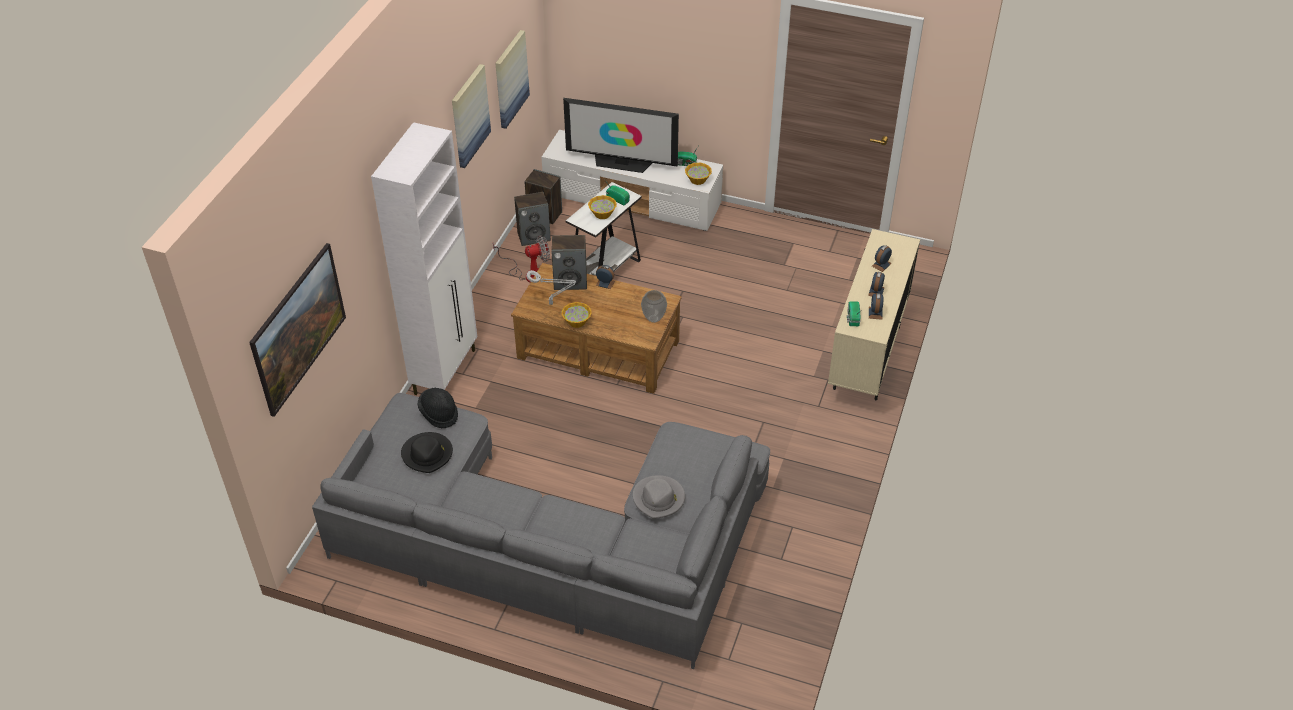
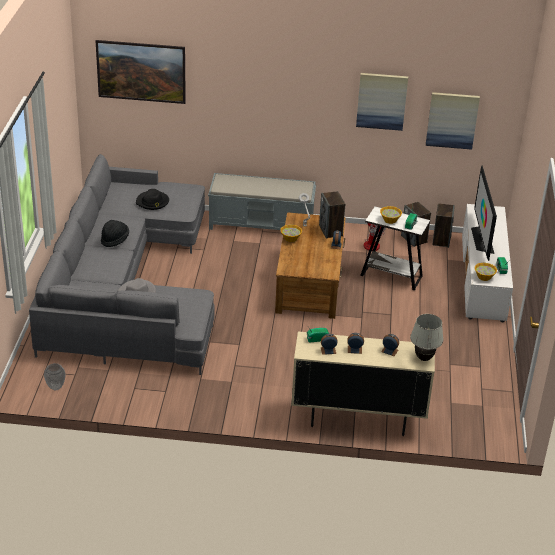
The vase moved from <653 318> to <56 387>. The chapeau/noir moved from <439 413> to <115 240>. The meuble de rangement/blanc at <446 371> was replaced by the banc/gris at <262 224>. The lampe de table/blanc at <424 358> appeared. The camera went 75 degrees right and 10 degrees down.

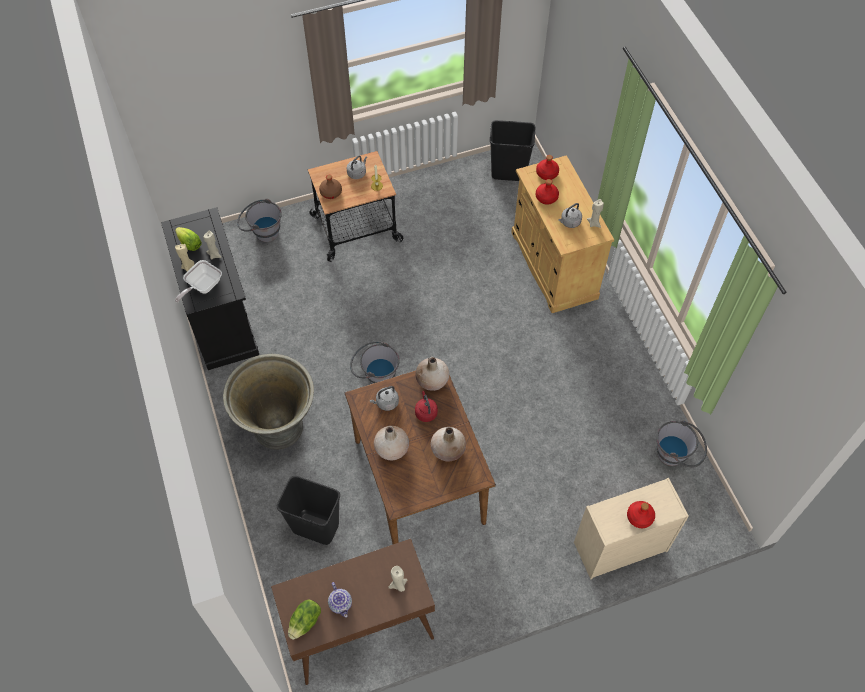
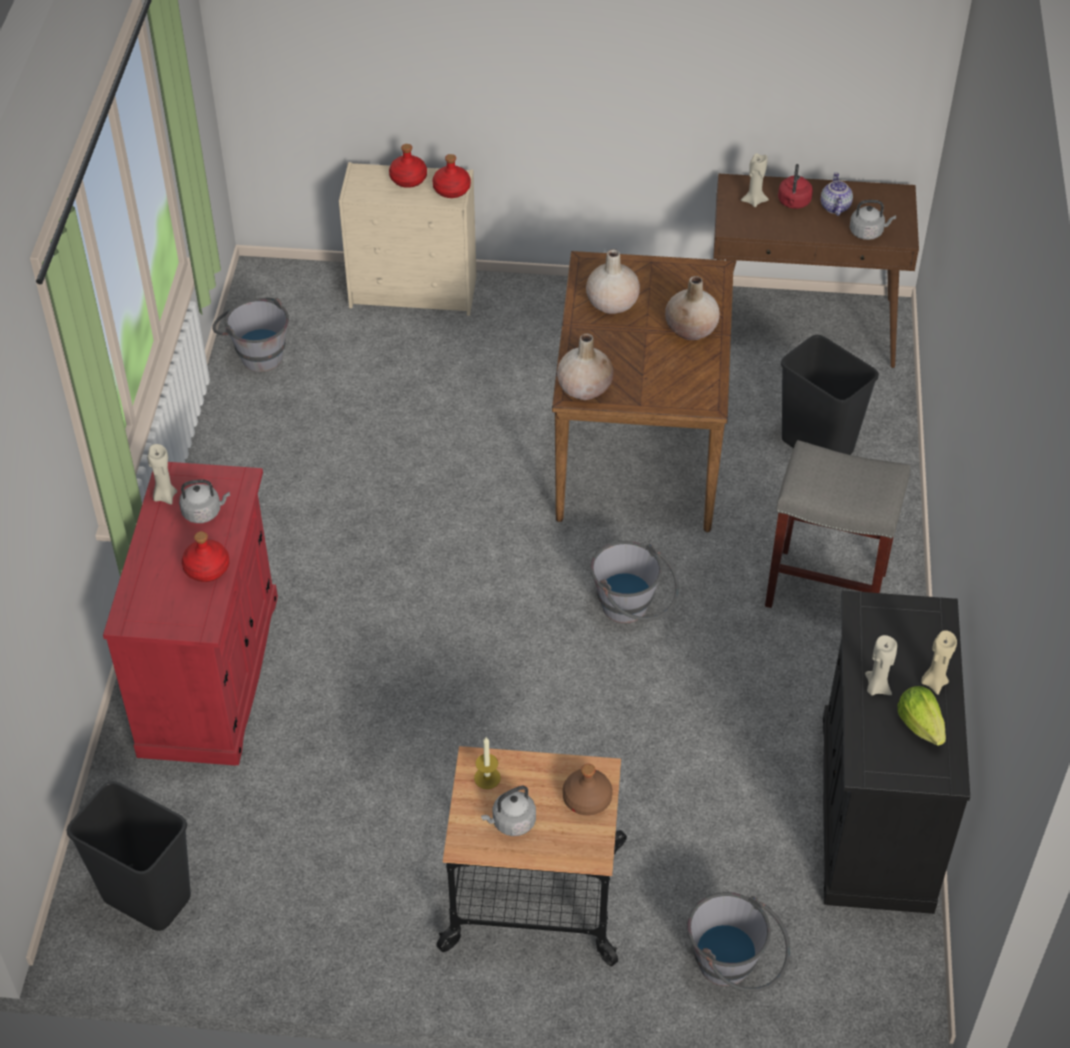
The meuble de rangement/beige at <553 265> became the meuble de rangement/rouge at <210 674>. The bouteille/rouge moved from <547 174> to <452 189>. The cache-pot/gris at <279 428> was replaced by the tabouret/gris at <827 588>. The bouilloire/rouge moved from <426 412> to <793 203>. The bouilloire/gris moved from <386 403> to <868 232>. The poêle at <202 287> disappeared. The laitue at <305 622> disappeared. The camera went 155 degrees left and 10 degrees down.

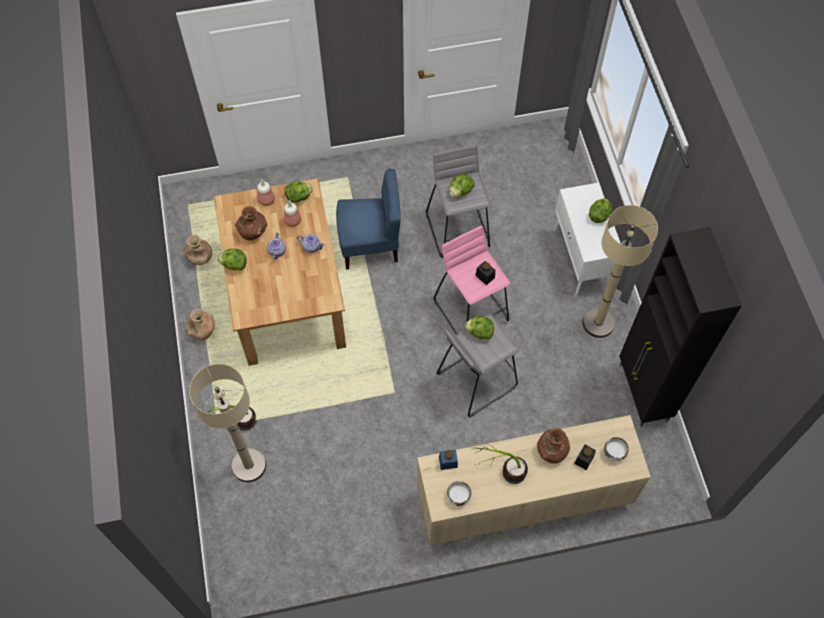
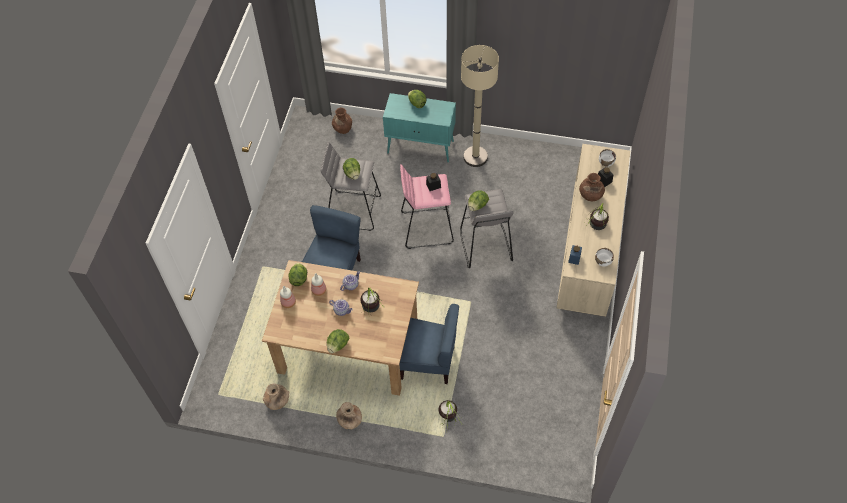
The vase/marron moved from <253 231> to <342 128>. The plante en pot at <372 314> appeared. The meuble de rangement/blanc at <581 261> became the meuble de rangement/turquoise at <421 147>. The chaise/bleu at <428 362> appeared. The lampadaire/beige at <249 465> disappeared. The meuble de rangement/noir at <643 393> disappeared. The camera went 65 degrees left and 5 degrees down.

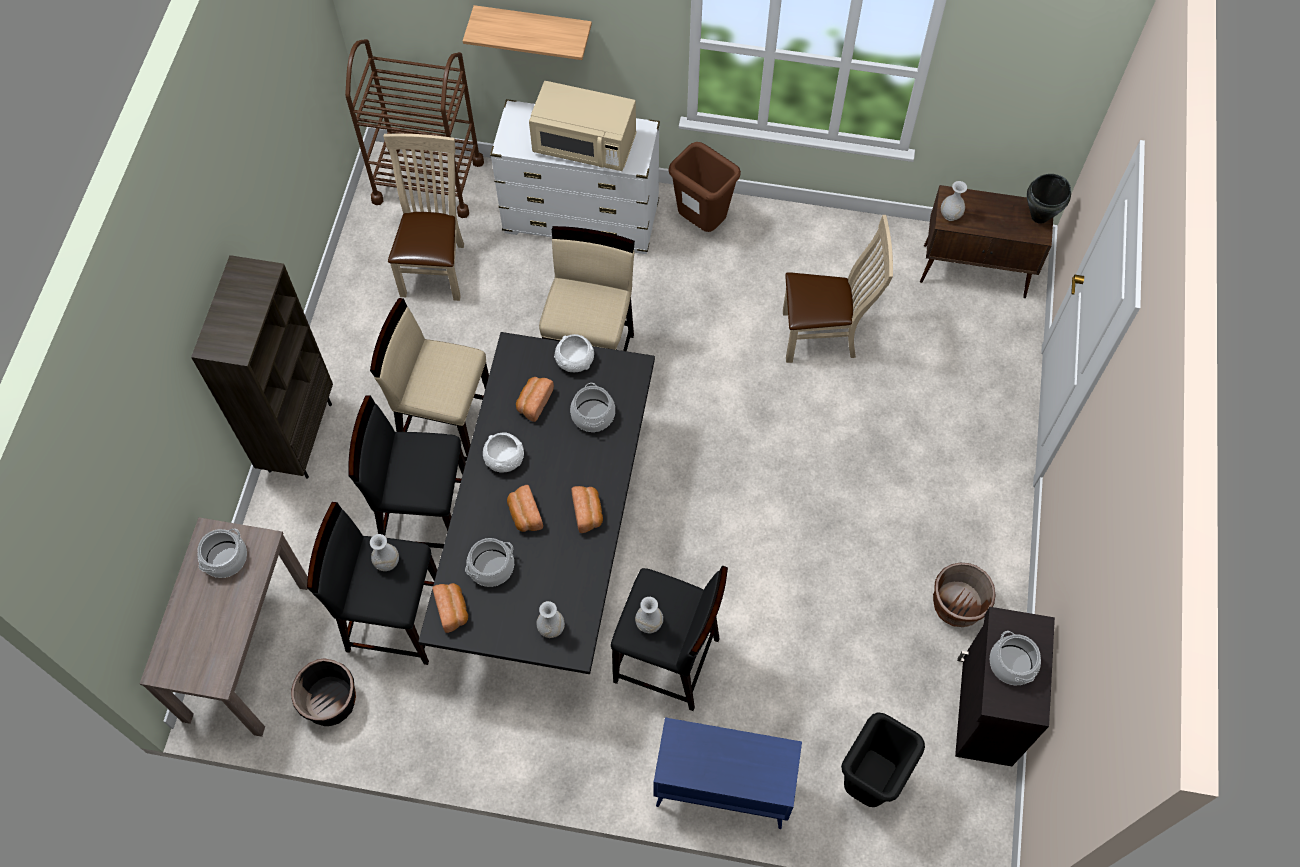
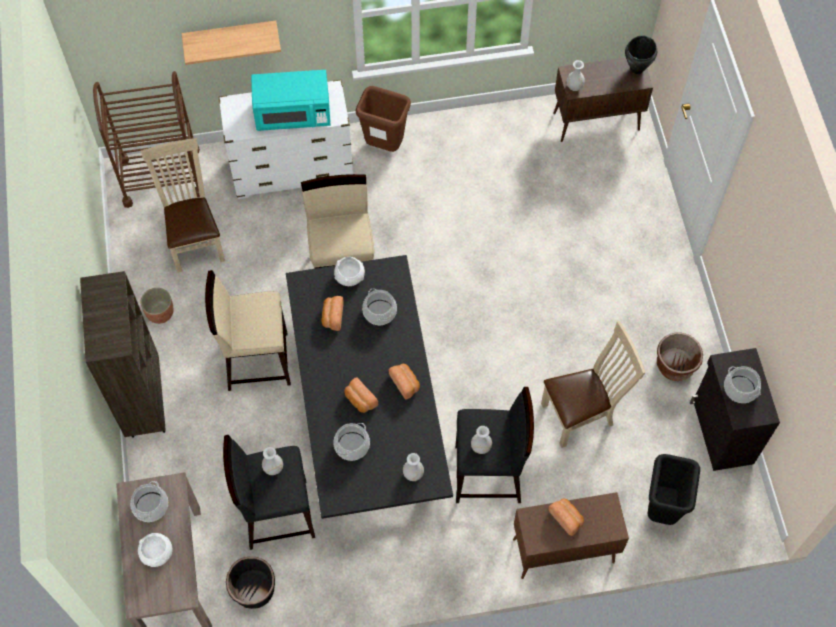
The bol/blanc moved from <504 458> to <157 553>. The cache-pot at <160 313> appeared. The micro-ondes/beige at <584 145> became the micro-ondes/turquoise at <293 114>. The meuble de rangement/bleu at <721 790> became the meuble de rangement/marron at <562 551>. The chaise/beige moved from <824 336> to <582 414>. The pain moved from <453 610> to <566 518>. The tabouret/noir at <426 518> disappeared. The camera went 20 degrees left and 0 degrees up.

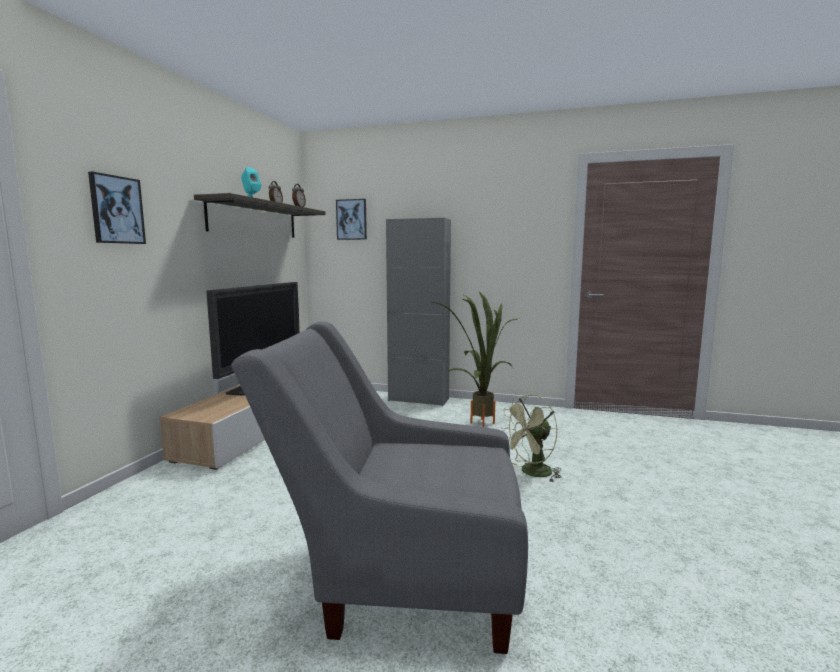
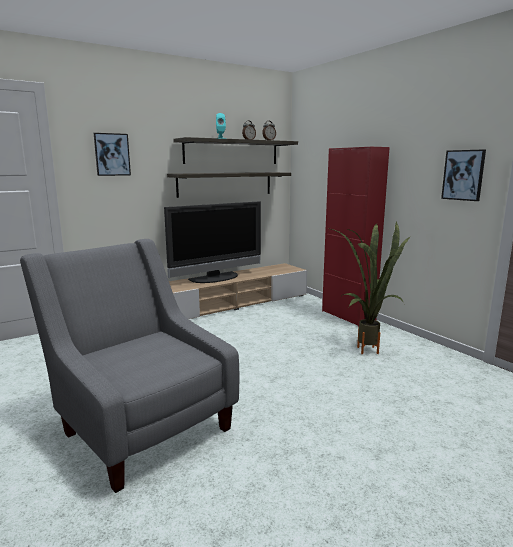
The étagère at <225 184> appeared. The meuble de rangement/gris at <418 399> became the meuble de rangement/rouge at <348 316>. The tableau moved from <351 219> to <463 175>. The ventilateur/vert at <532 473> disappeared. The camera went 40 degrees right and 5 degrees up.

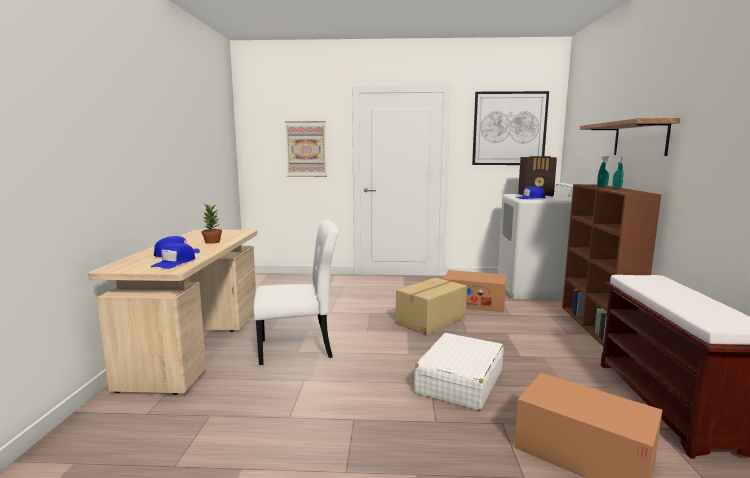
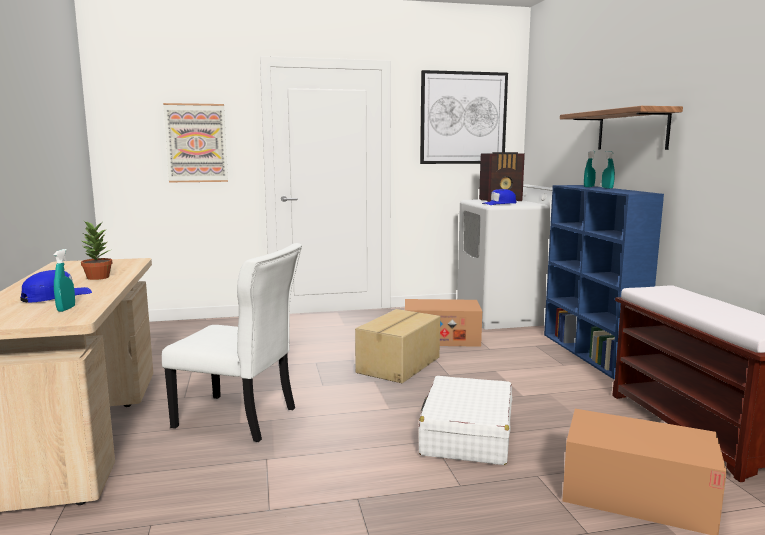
The casquette/bleu at <174 263> was replaced by the vaporisateur/turquoise at <66 309>. The chaise/blanc at <299 348> turned 45 degrees clockwise. The bibliothèque/marron at <597 327> became the bibliothèque/bleu at <591 354>. The camera went 15 degrees left and 0 degrees up.

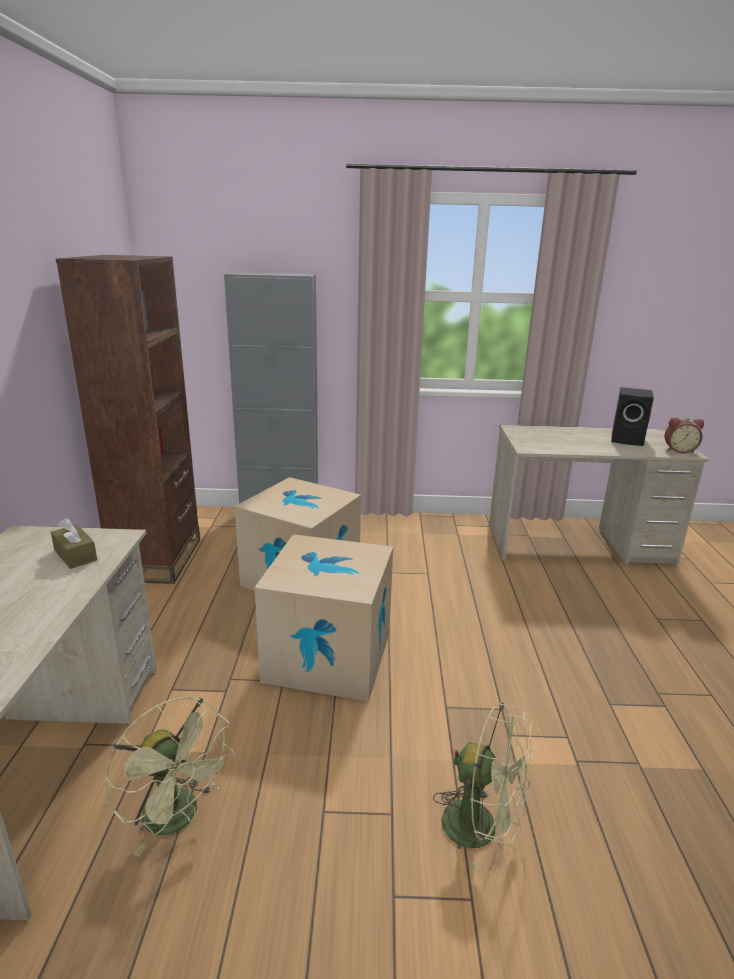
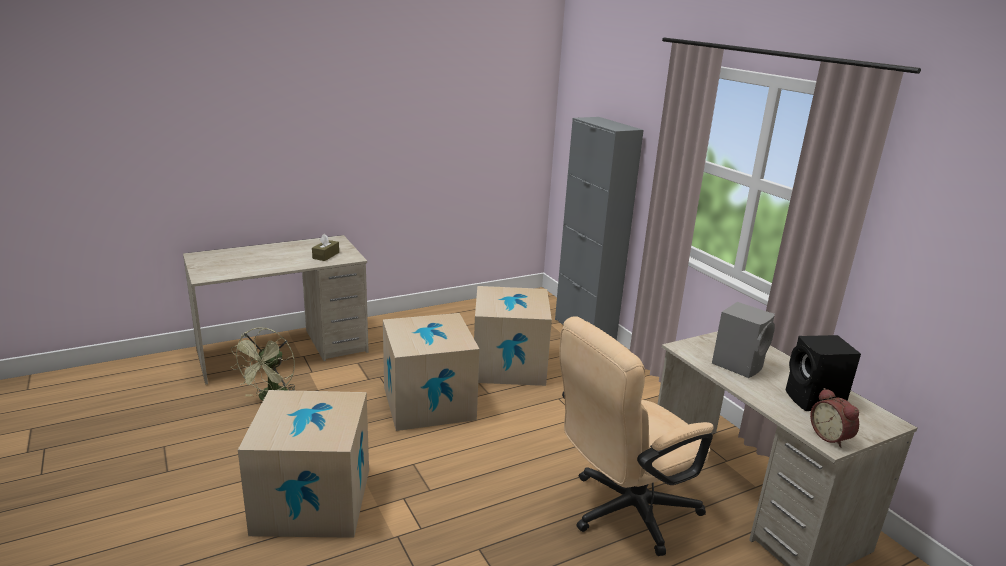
The ventilateur/vert at <482 828> was replaced by the carton at <312 501>. The chaise de bureau/beige at <622 512> appeared. The enceinte/gris at <738 364> appeared. The bibliothèque/marron at <158 559> disappeared. The camera went 60 degrees right and 0 degrees up.

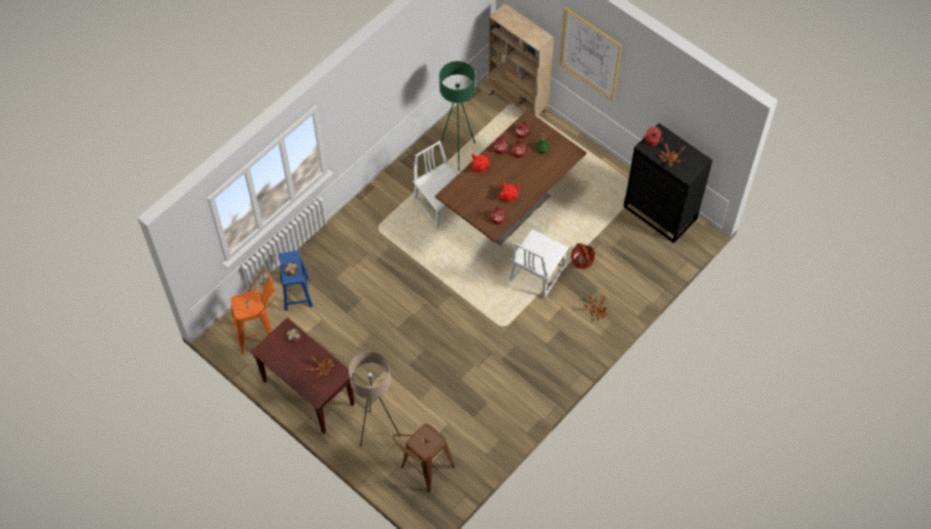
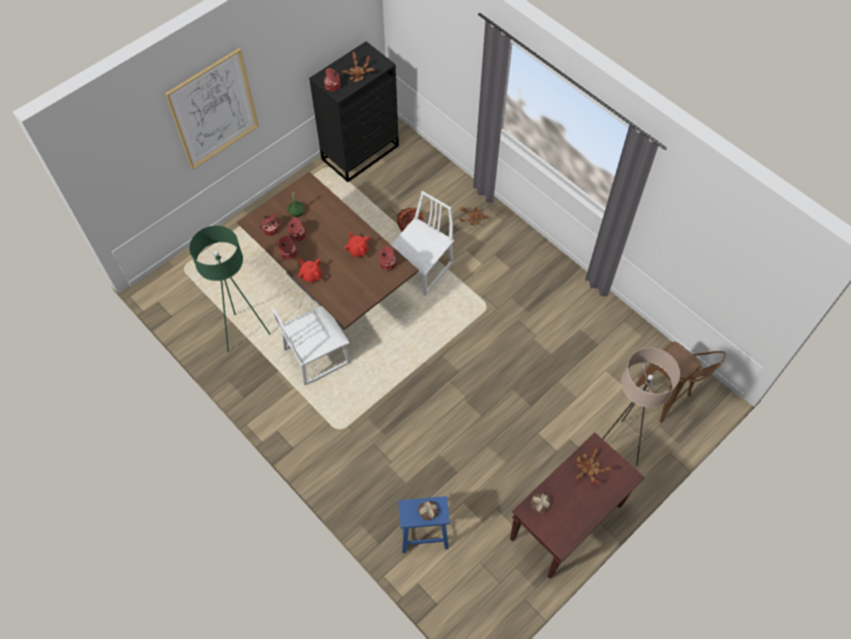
The chaise/blanc at <536 273> turned 90 degrees counterclockwise. The tabouret/orange at <260 332> disappeared. The bibliothèque/beige at <517 103> disappeared. The camera went 85 degrees left and 0 degrees up.

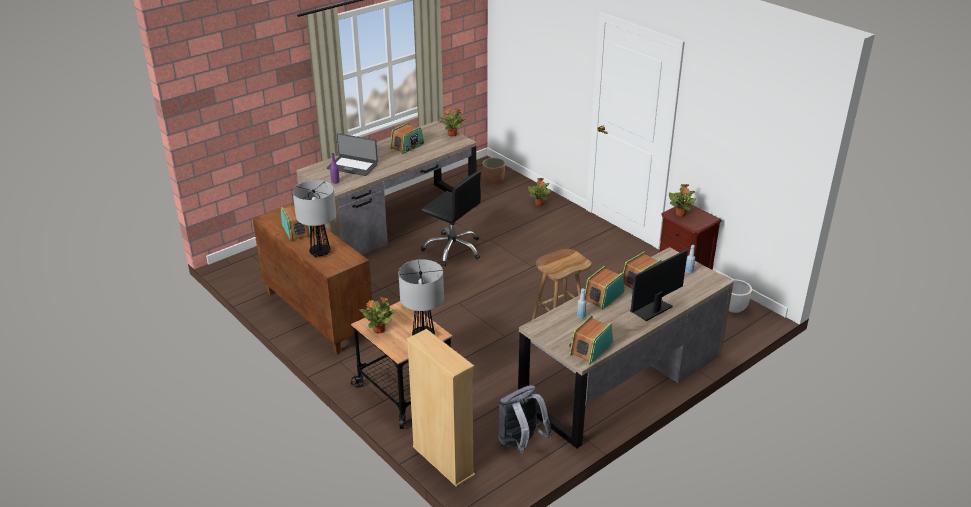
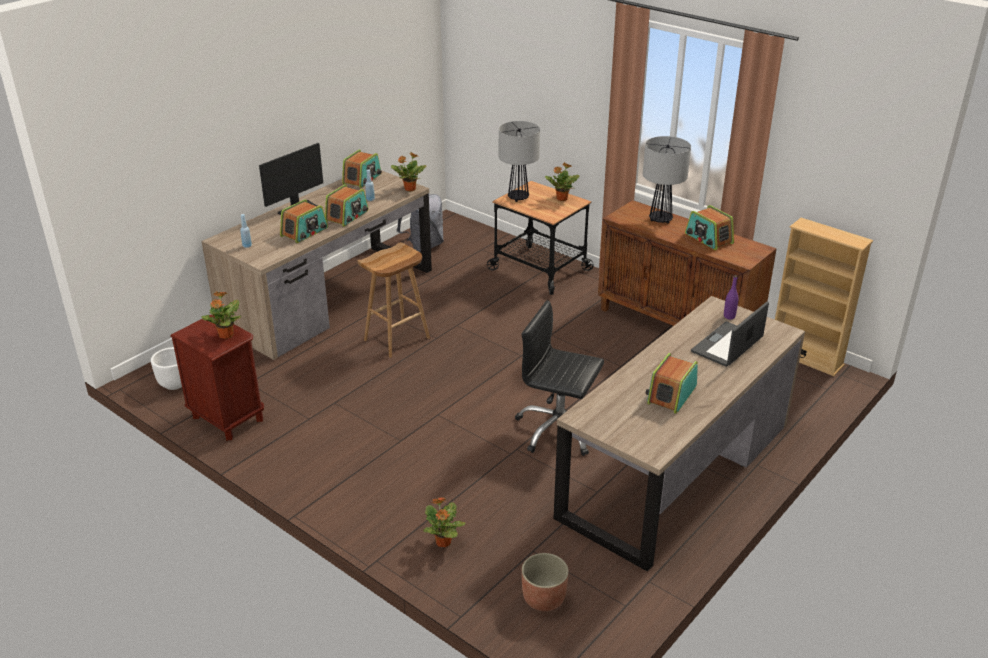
The plante en pot moved from <453 134> to <409 189>. The ordinateur portable at <352 166> turned 60 degrees counterclockwise. The bibliothèque/beige moved from <443 461> to <805 357>. The camera went 170 degrees right and 0 degrees up.

